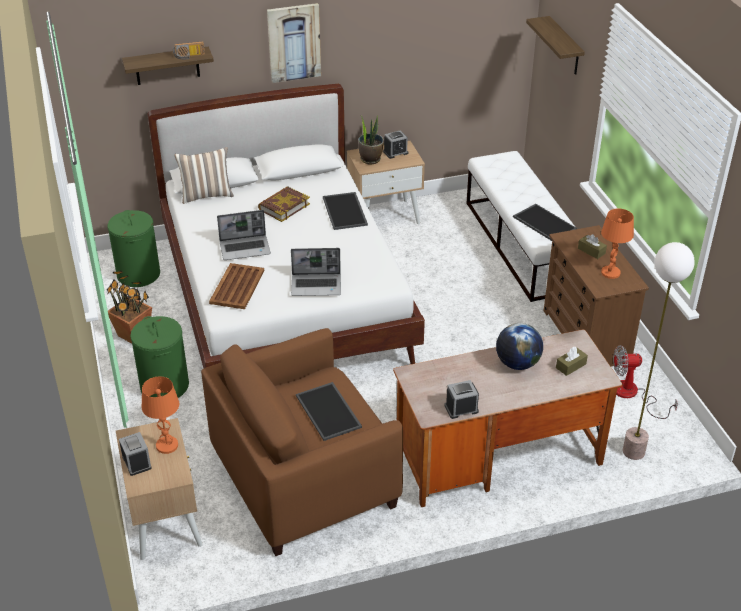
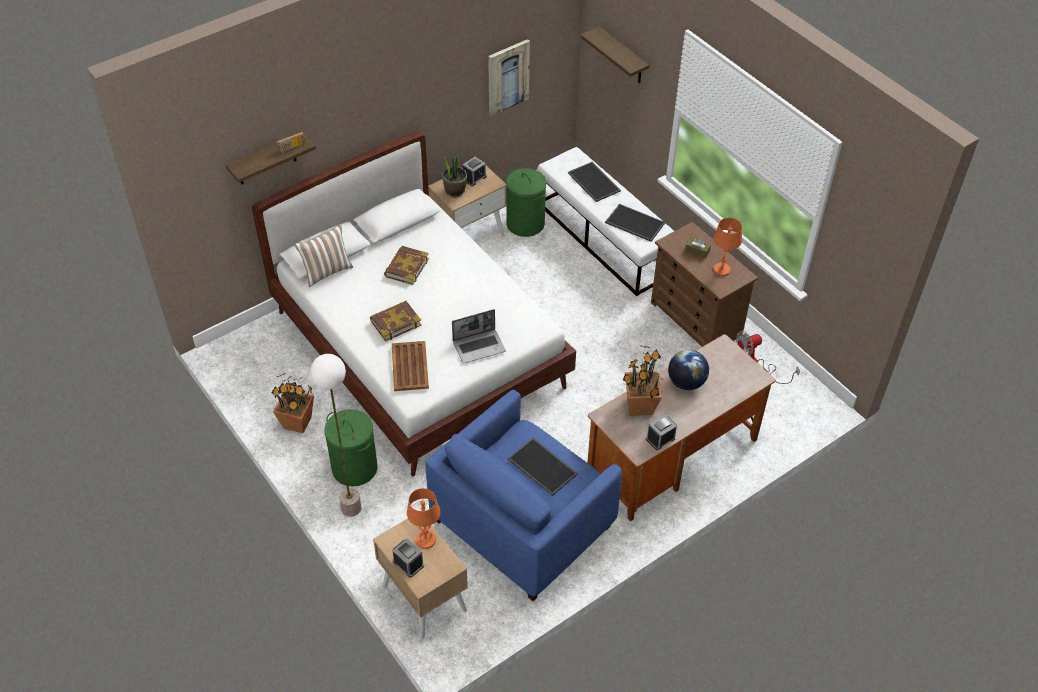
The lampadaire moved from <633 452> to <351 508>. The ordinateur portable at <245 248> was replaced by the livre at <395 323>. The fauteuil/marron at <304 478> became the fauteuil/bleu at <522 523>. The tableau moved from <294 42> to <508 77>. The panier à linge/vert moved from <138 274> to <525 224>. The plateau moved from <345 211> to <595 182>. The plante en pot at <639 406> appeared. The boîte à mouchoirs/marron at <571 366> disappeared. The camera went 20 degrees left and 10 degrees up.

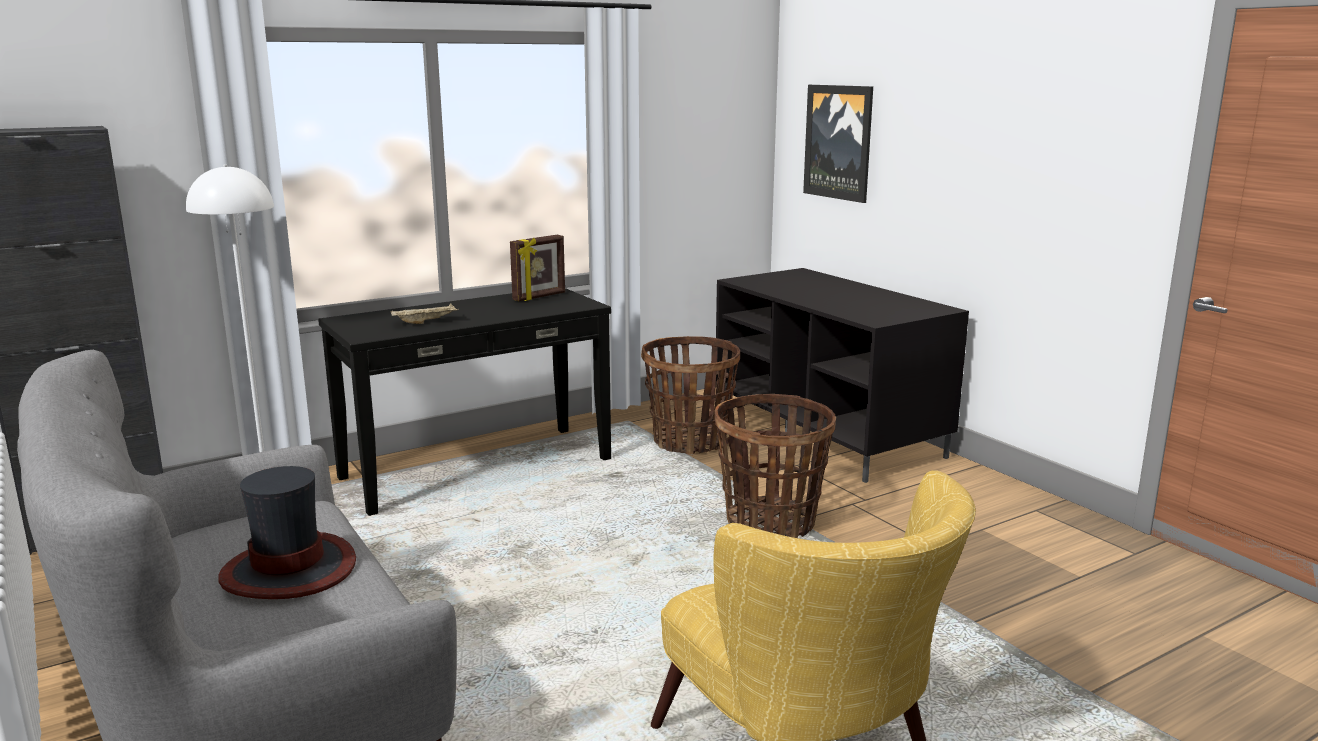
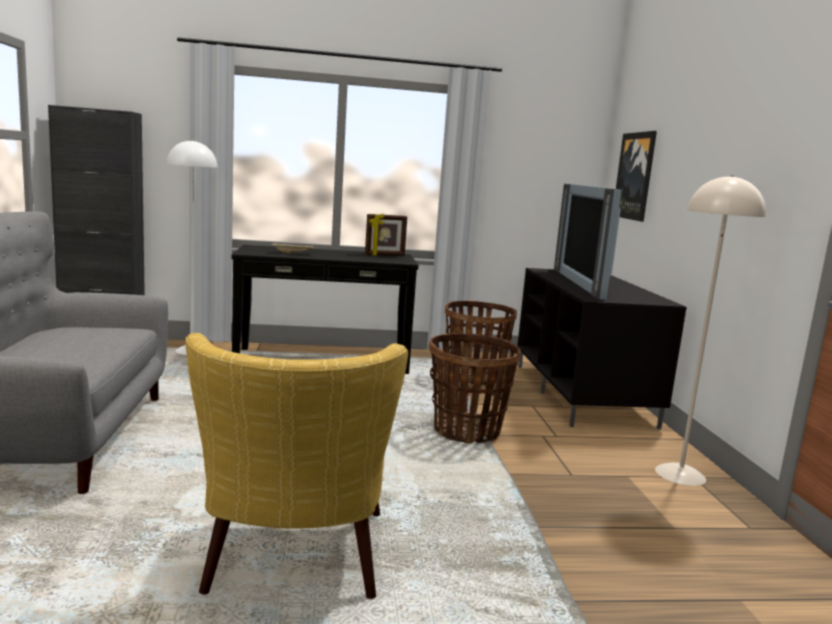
The téléviseur at <583 283> appeared. The lampadaire/beige at <680 474> appeared. The chapeau at <289 570> disappeared. The camera went 25 degrees right and 5 degrees down.

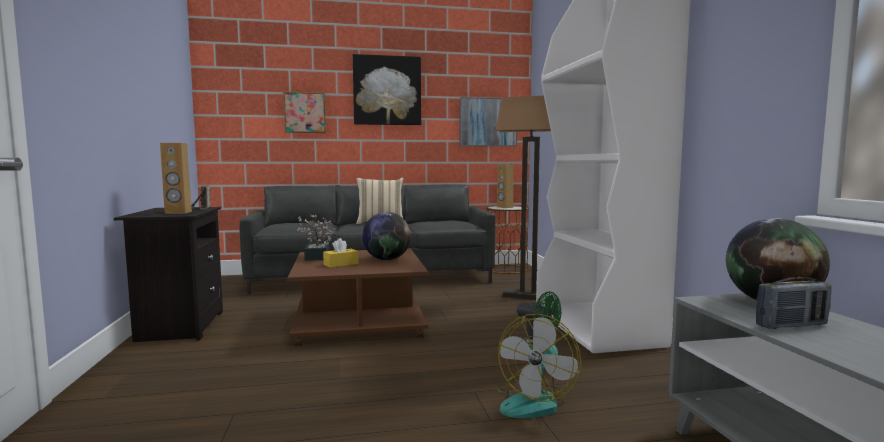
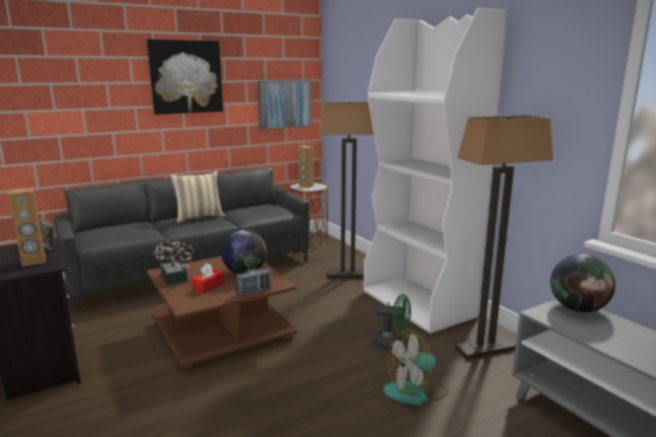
The boîte à mouchoirs/jaune at <341 264> became the boîte à mouchoirs/rouge at <208 286>. The radio moved from <791 325> to <254 291>. The ventilateur at <534 401> turned 60 degrees clockwise. The lampadaire at <485 349> appeared. The tableau at <305 113> disappeared. The camera went 20 degrees left and 10 degrees up.

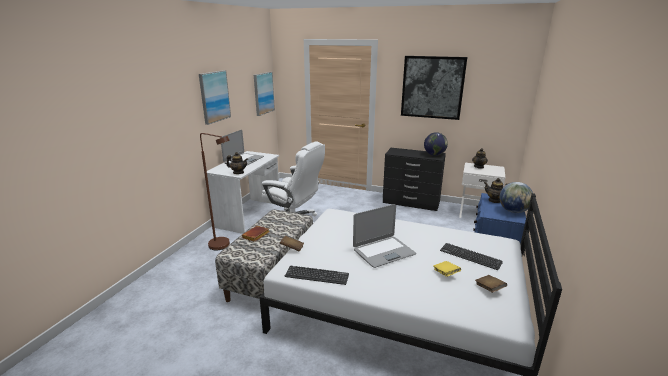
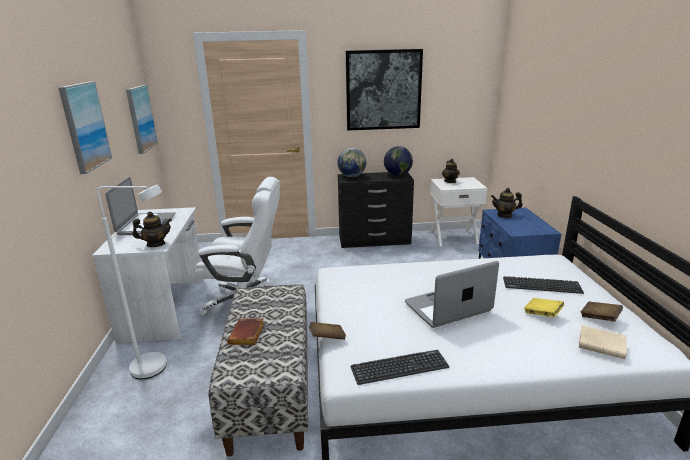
The lampadaire/marron at <223 246> became the lampadaire/blanc at <158 368>. The globe moved from <513 211> to <352 176>. The ordinateur portable at <383 252> turned 150 degrees counterclockwise. The livre/beige at <602 345> appeared. The camera went 25 degrees left and 0 degrees up.

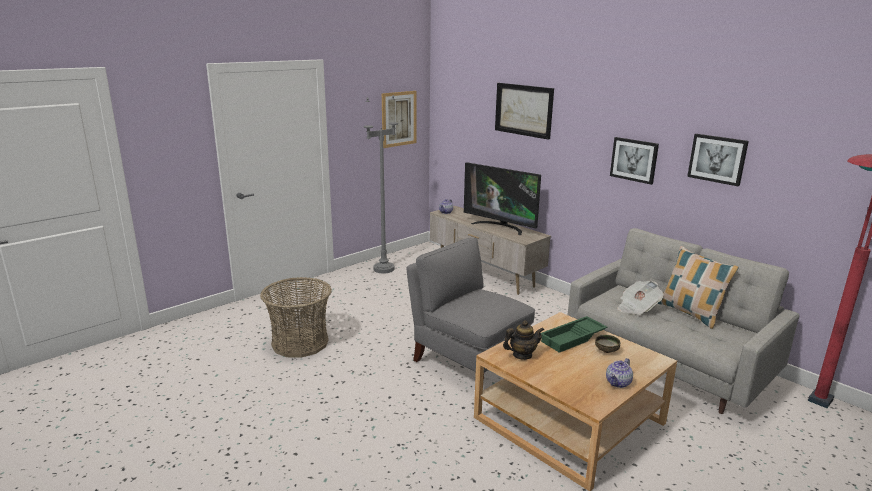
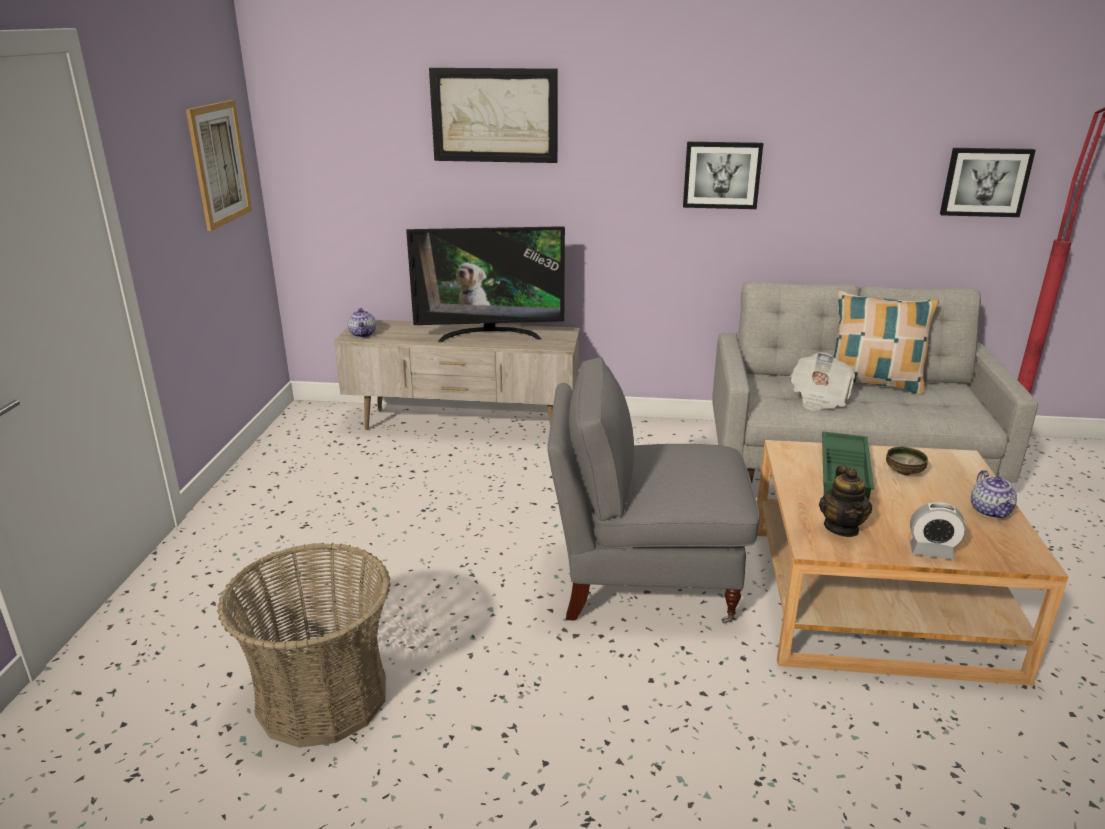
The théière at <522 355> turned 150 degrees clockwise. The réveil at <931 551> appeared. The tableau moved from <717 159> to <985 182>. The lampadaire/gris at <383 269> disappeared. The camera went 40 degrees left and 5 degrees up.

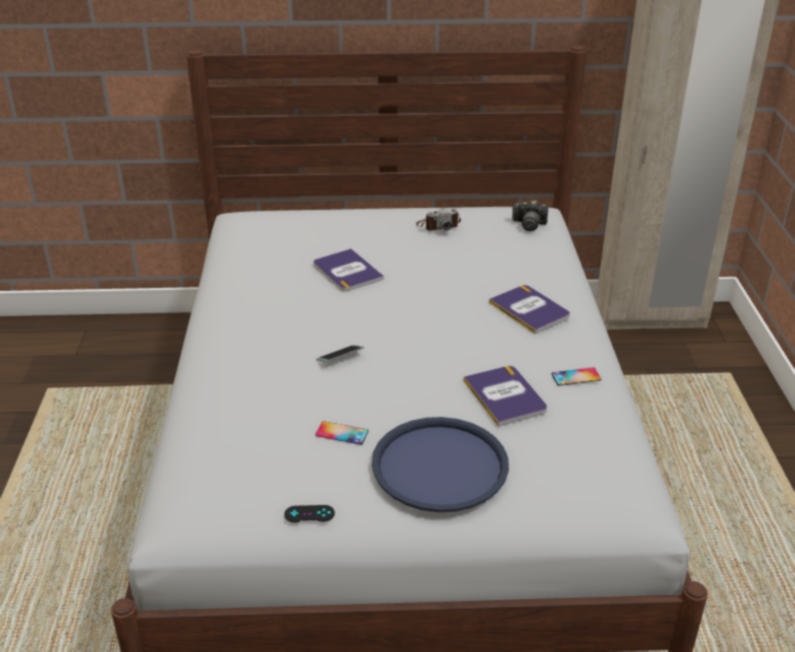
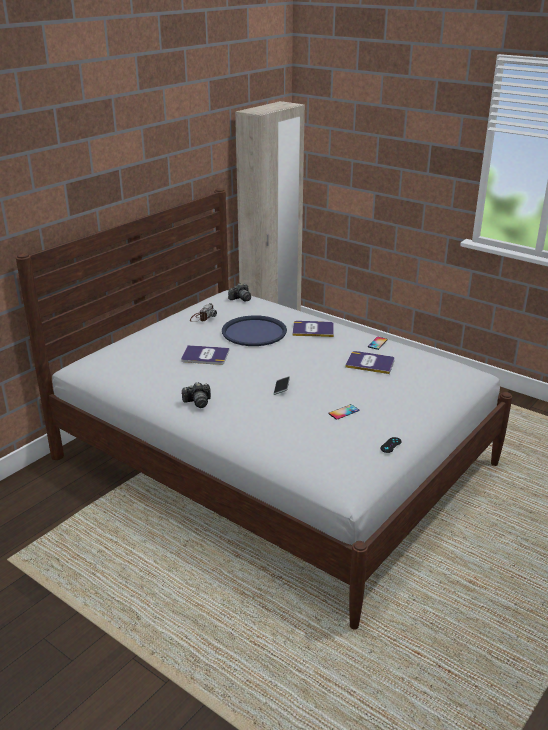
The appareil photo at <197 402> appeared. The plateau/bleu moved from <439 465> to <254 332>. The camera went 50 degrees left and 5 degrees down.

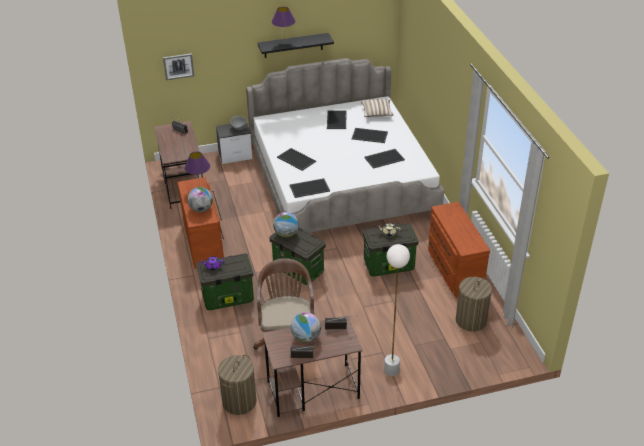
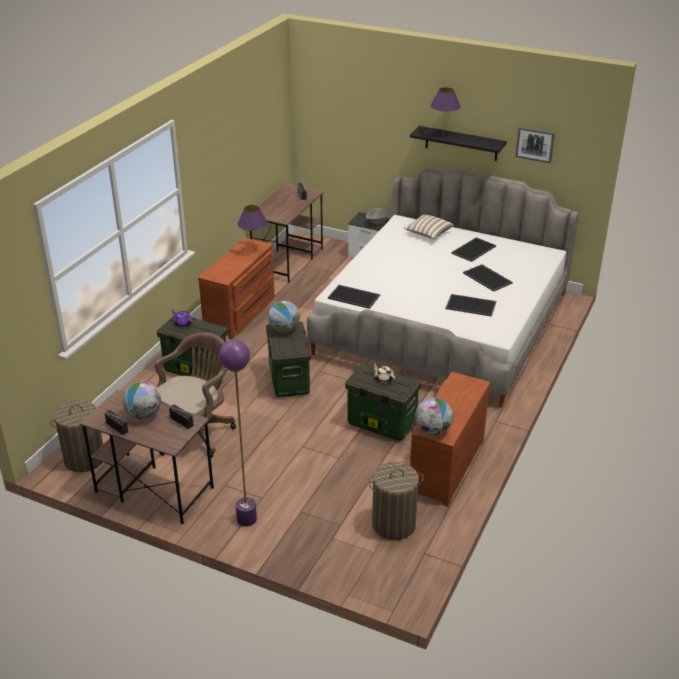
The lampadaire/blanc at <391 370> became the lampadaire/violet at <247 519>. The coussin moved from <377 113> to <428 233>. The globe moved from <201 209> to <433 430>. The tableau moved from <178 66> to <535 144>. The plateau at <295 159> disappeared. The camera went 40 degrees right and 5 degrees down.

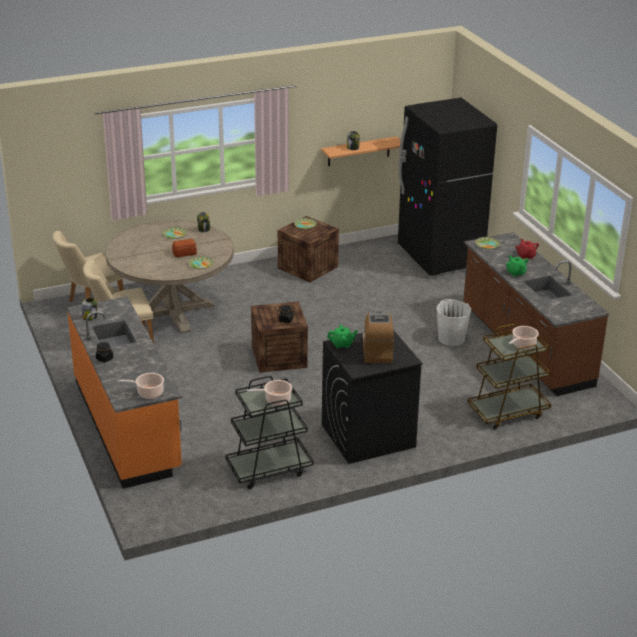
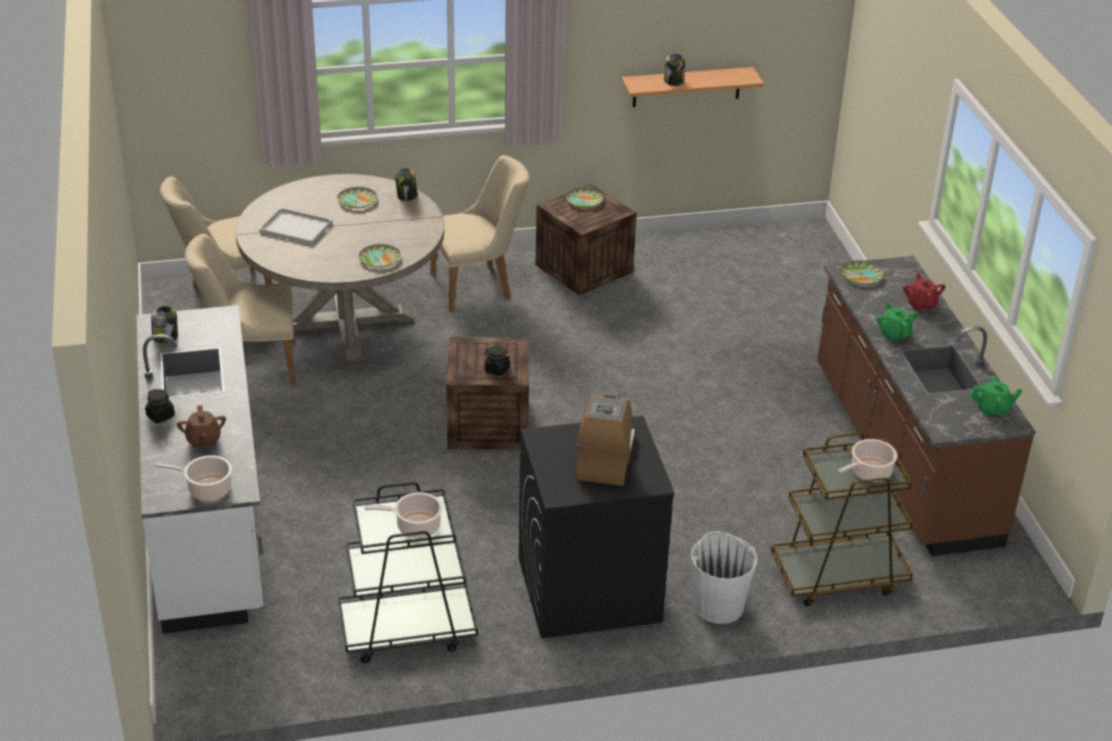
The comptoir de cuisine/orange at <127 425> became the comptoir de cuisine/blanc at <208 518>. The théière/marron at <203 440> appeared. The plateau/blanc at <297 227> appeared. The chaise/beige at <479 286> appeared. The seau/blanc moved from <451 338> to <718 605>. The théière/vert moved from <342 344> to <992 409>. The pain at <185 253> disappeared. The réfrigérateur/noir at <440 257> disappeared. The camera went 10 degrees right and 5 degrees up.

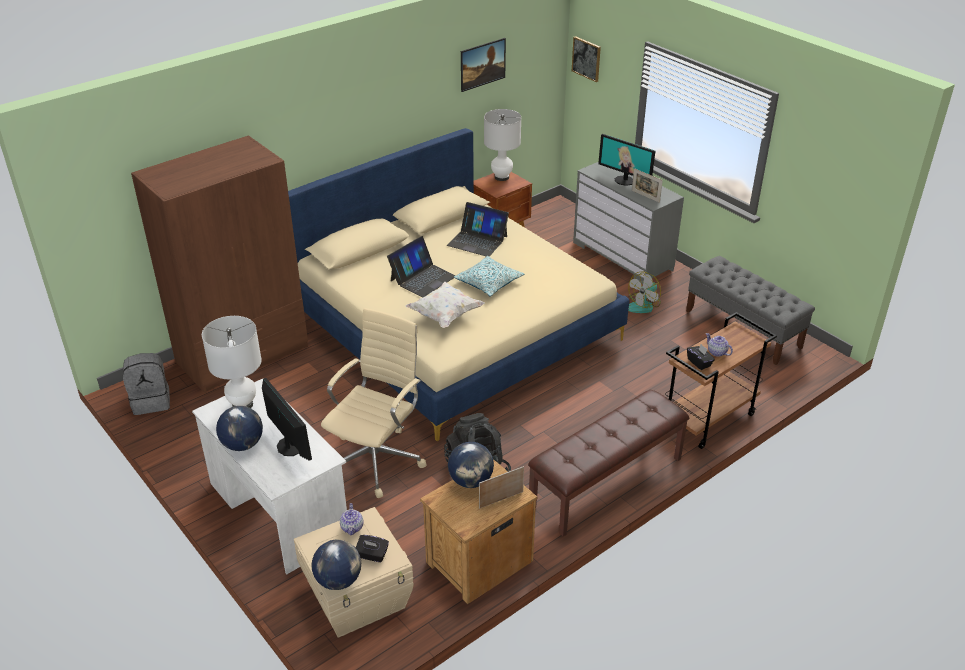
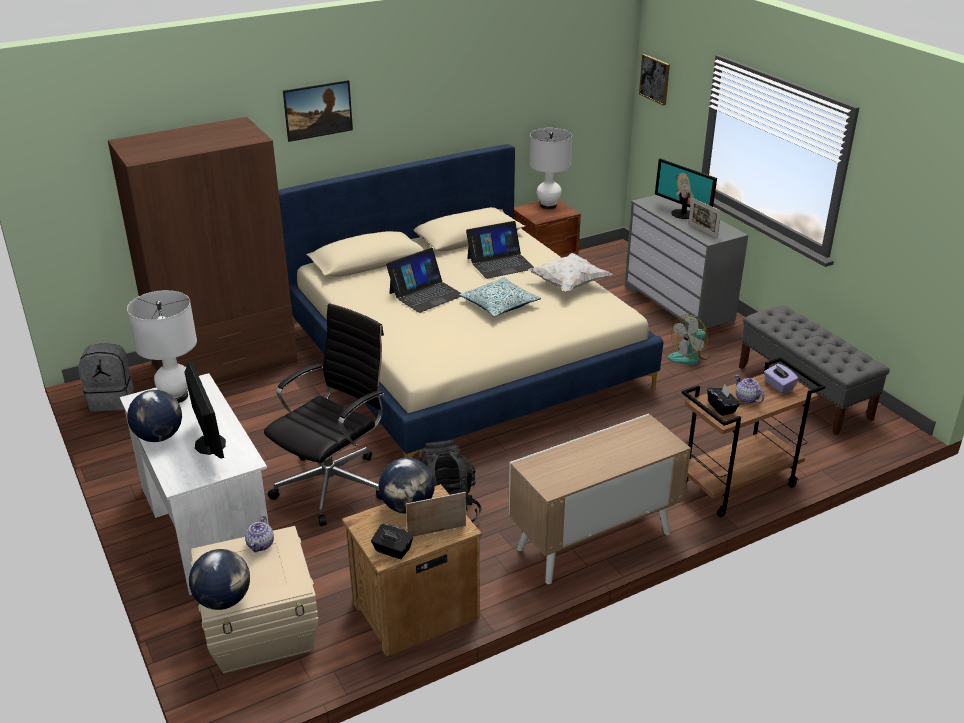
The chaise de bureau/beige at <377 459> became the chaise de bureau/noir at <334 484>. The tableau moved from <483 74> to <319 123>. The boîte à mouchoirs/noir moved from <372 555> to <392 550>. The ordinateur portable at <477 241> turned 60 degrees counterclockwise. The banc/marron at <607 483> was replaced by the meuble de rangement at <594 541>. The coussin/blanc moved from <445 315> to <569 284>. The boîte à mouchoirs/violet at <778 386> appeared. The camera went 10 degrees right and 5 degrees down.

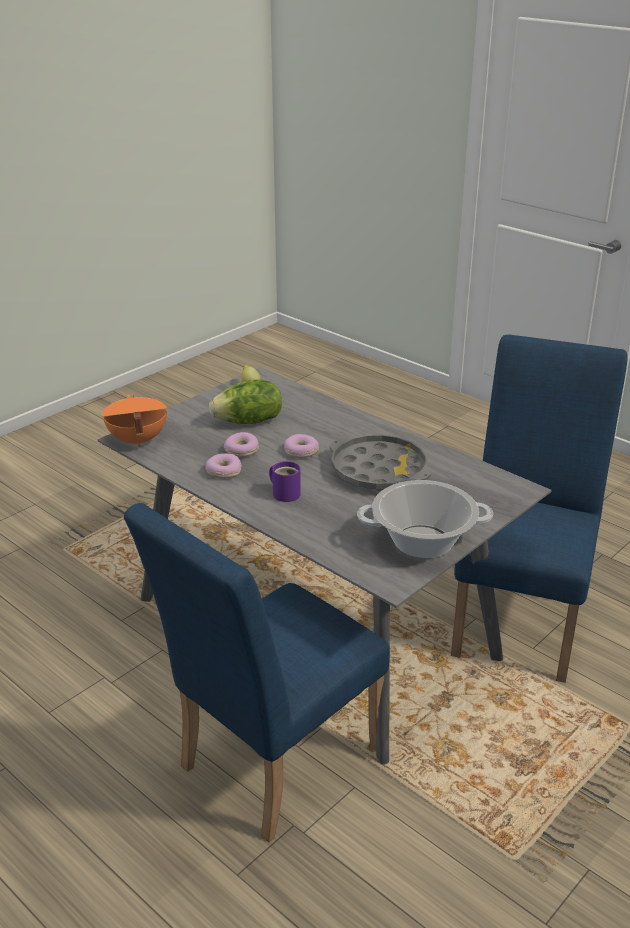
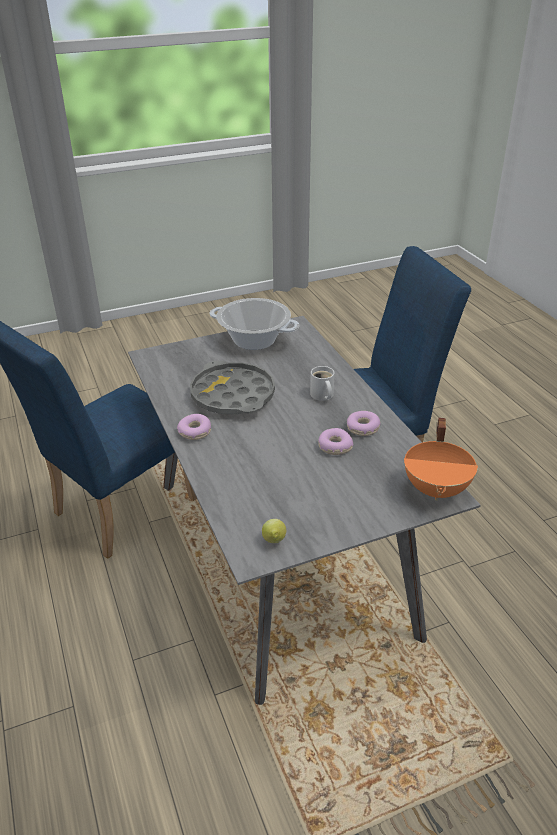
The beignet moved from <301 452> to <195 432>. The mug/violet at <285 493> became the mug/blanc at <322 395>. The laitue at <249 421> disappeared. The camera went 155 degrees left and 5 degrees up.

